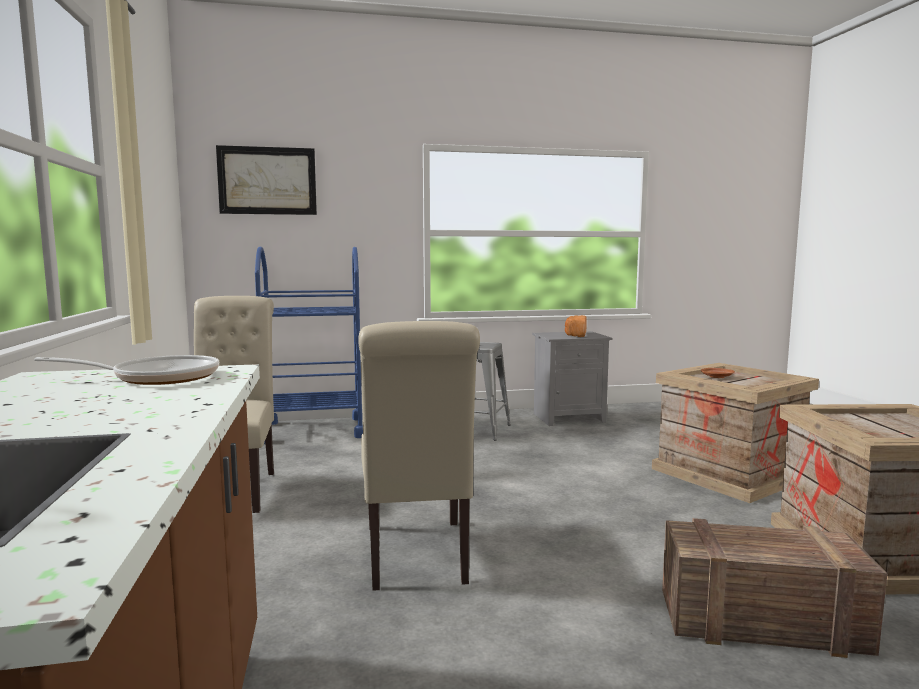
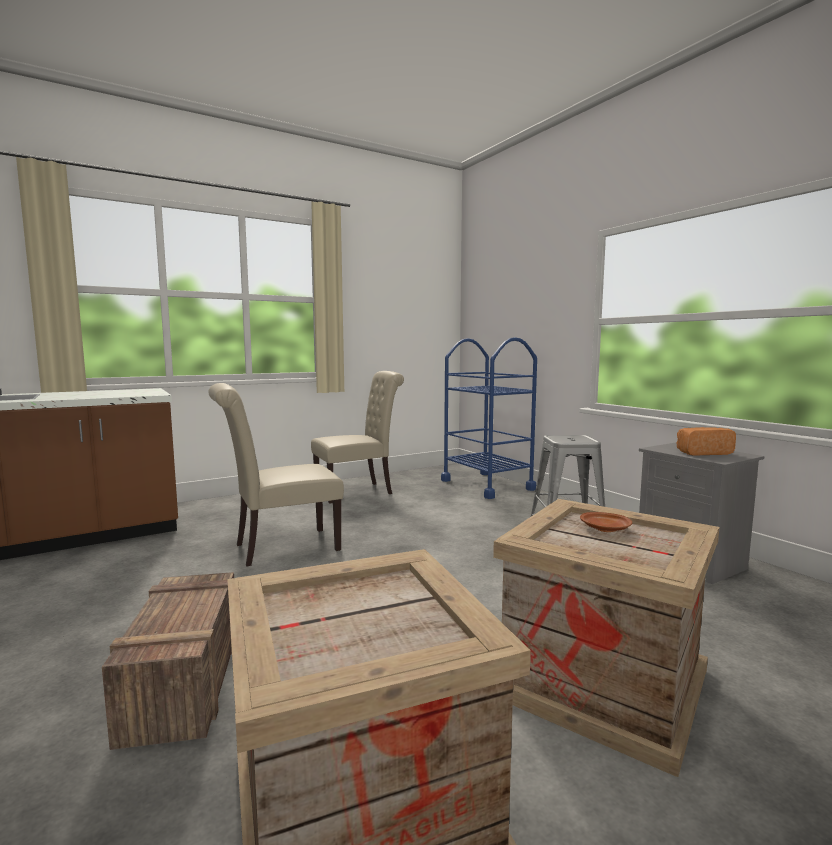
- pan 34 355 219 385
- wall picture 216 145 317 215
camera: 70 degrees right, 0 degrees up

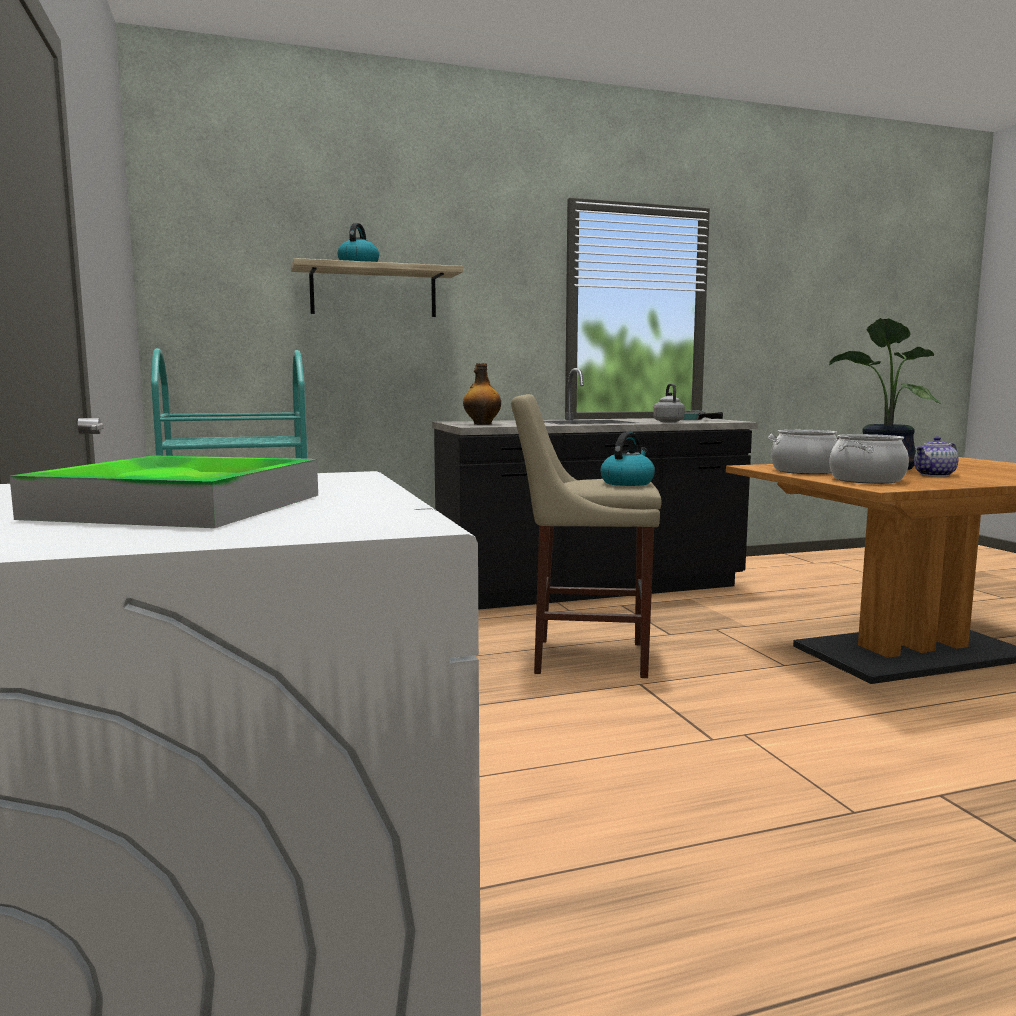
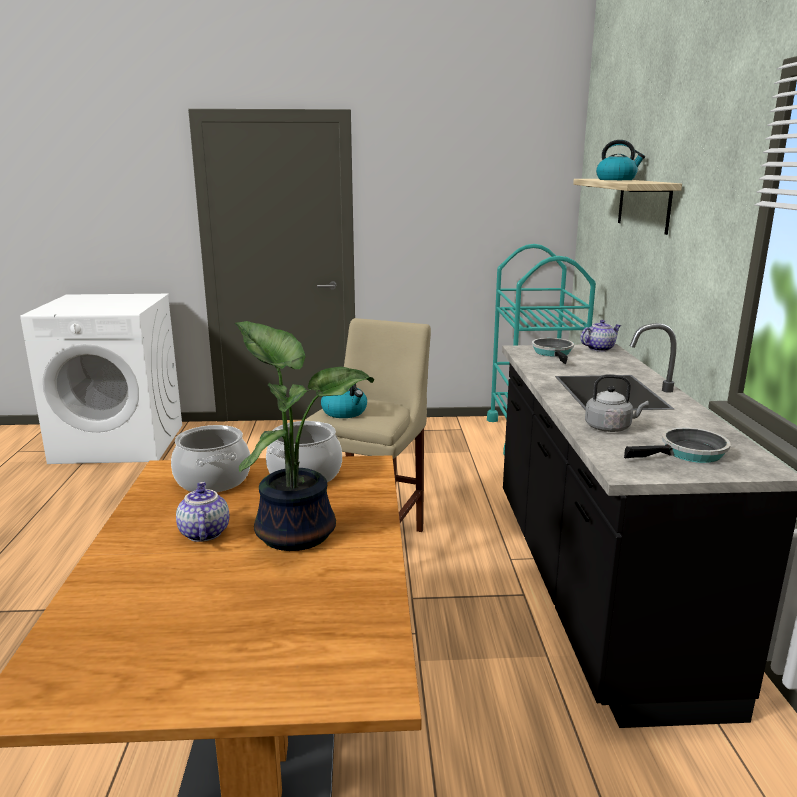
- serving tray 10 455 318 528
+ pot for tea 581 320 621 352
~ bottle 463 363 501 425 to pan 532 338 574 364
camera: 105 degrees right, 10 degrees up

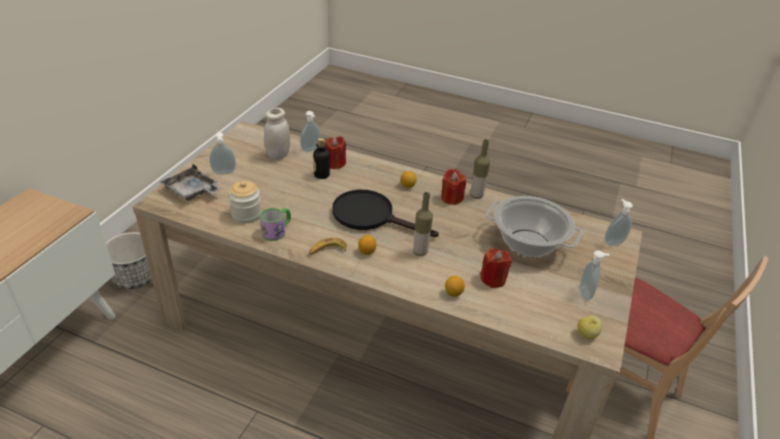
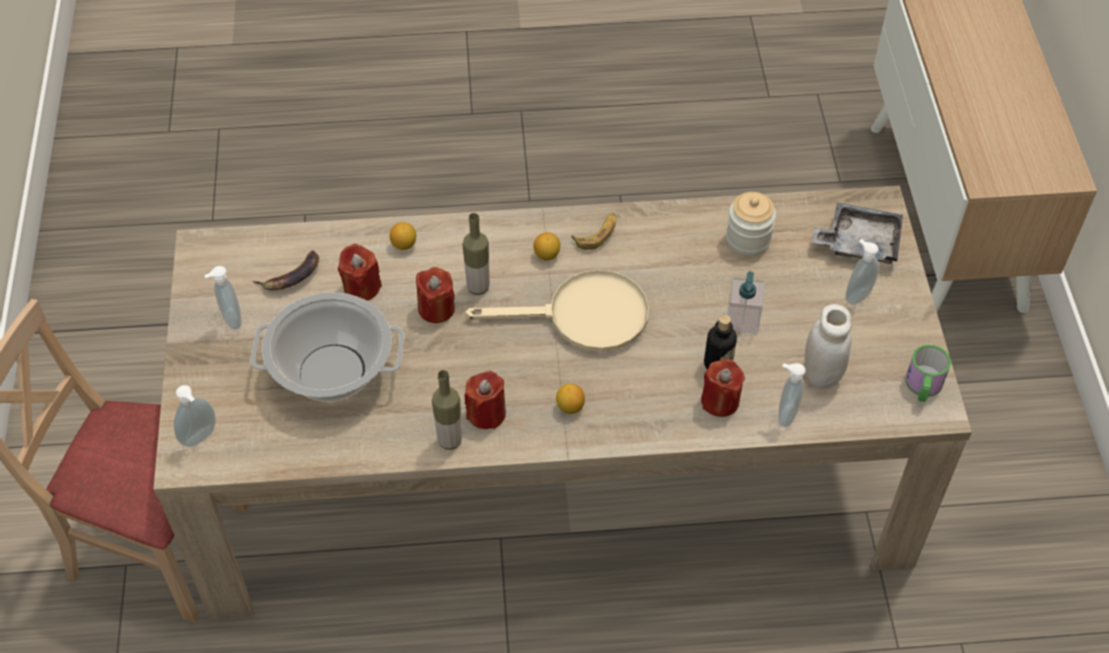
- plant pot 106 232 152 289
- apple fruit 577 316 602 339
+ banana 253 250 319 290
+ candle (red-coloured) 416 267 455 323
+ liquid soap bottle 727 271 765 334
~ tea mug 260 208 291 241 to 905 344 951 402
~ pan (black) 332 190 439 237 to pan (beige-coloured) 465 270 649 352
camera: 155 degrees right, 15 degrees up

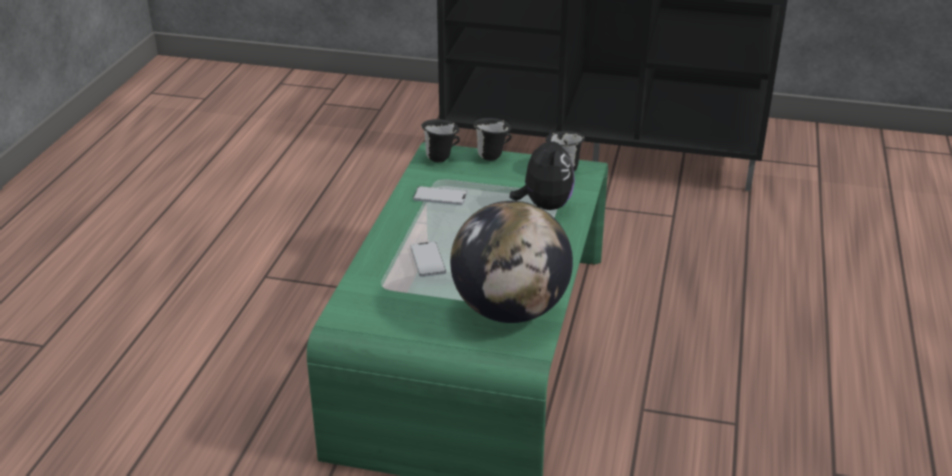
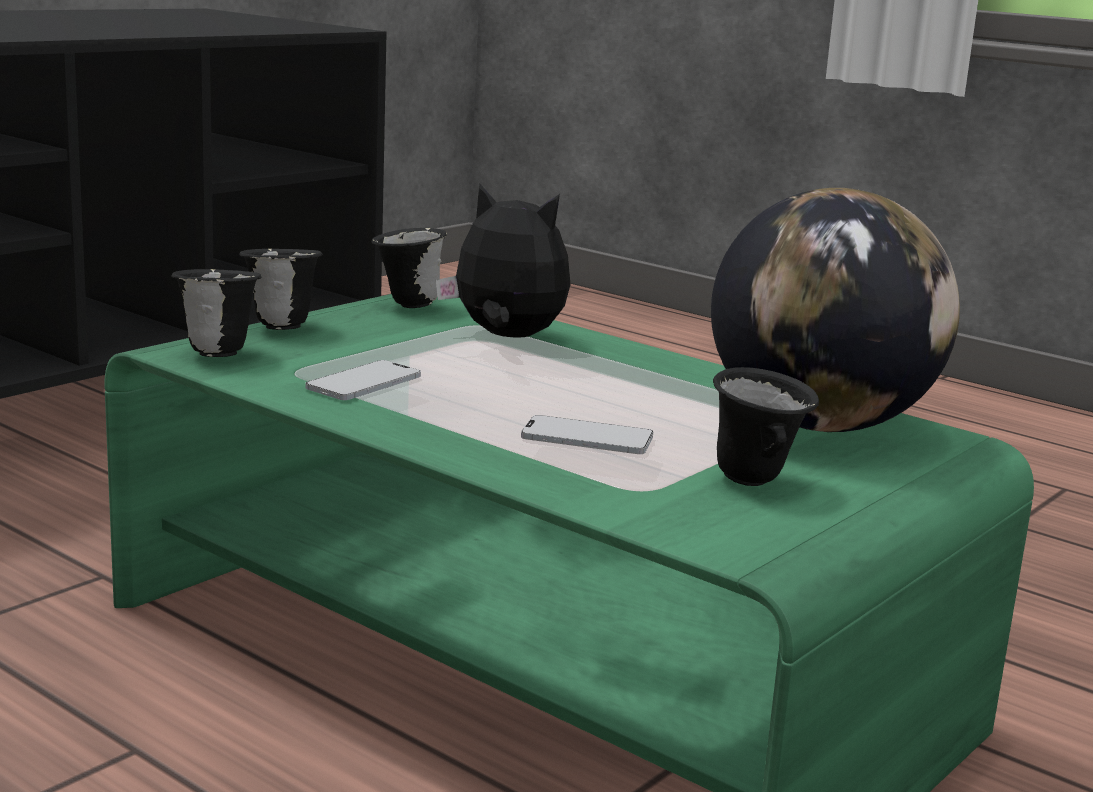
+ tea mug (black) 713 367 819 486
camera: 65 degrees left, 15 degrees down

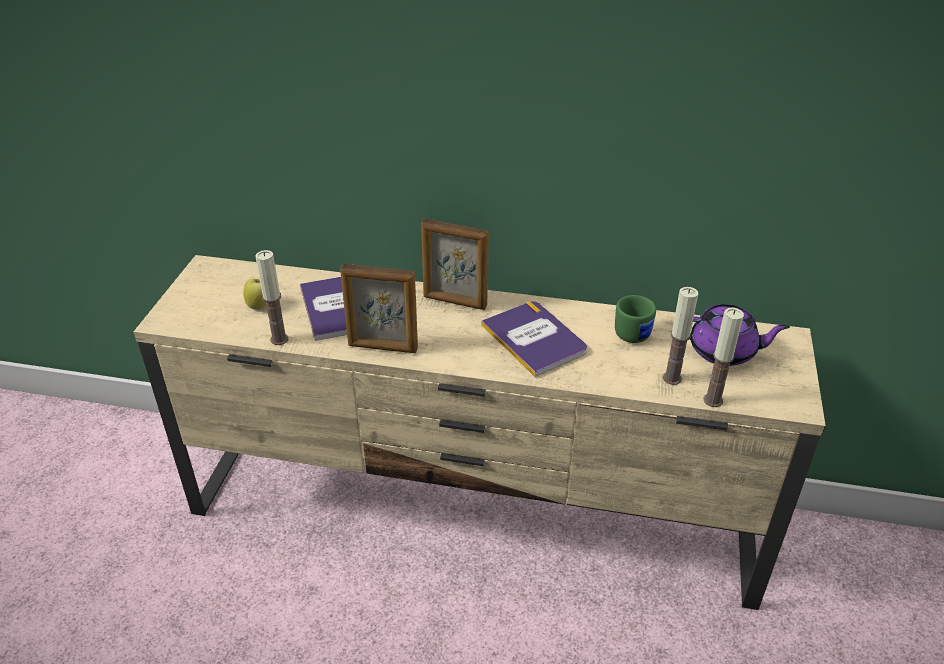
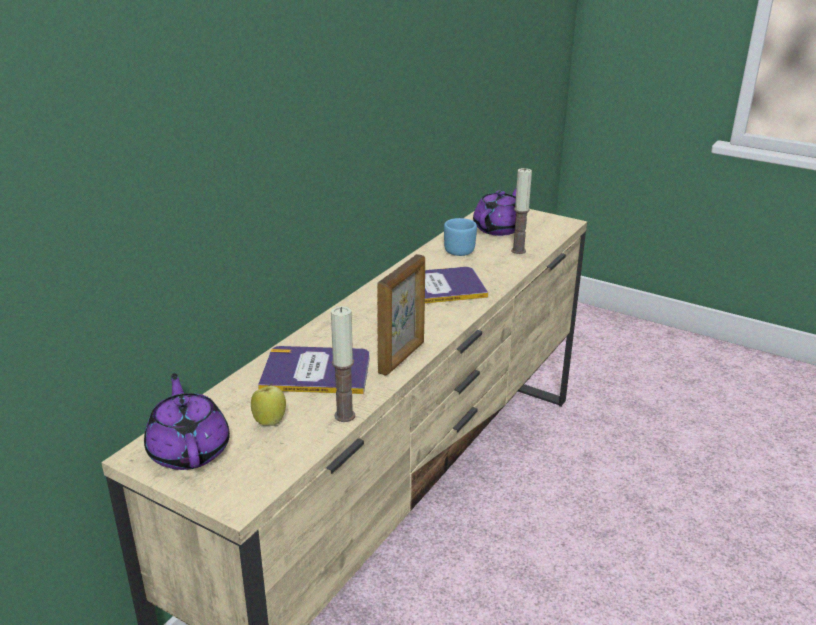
- standing frame 421 218 489 310
- candle 703 308 744 407
+ pot for tea (purplish) 144 373 230 470
~ tea mug (green-coloured) 615 295 656 343 to tea mug (blue) 444 218 477 256
camera: 70 degrees left, 10 degrees down

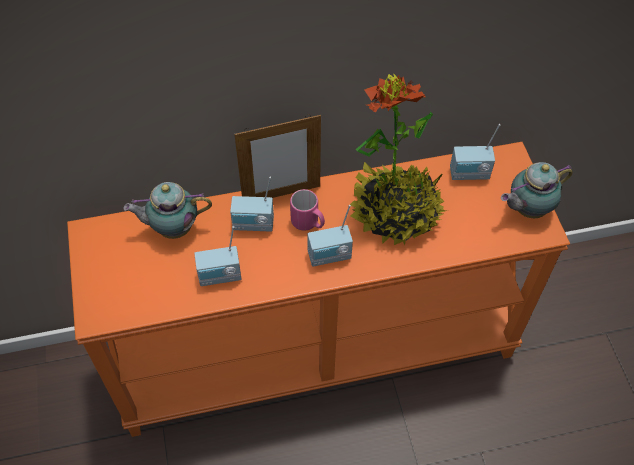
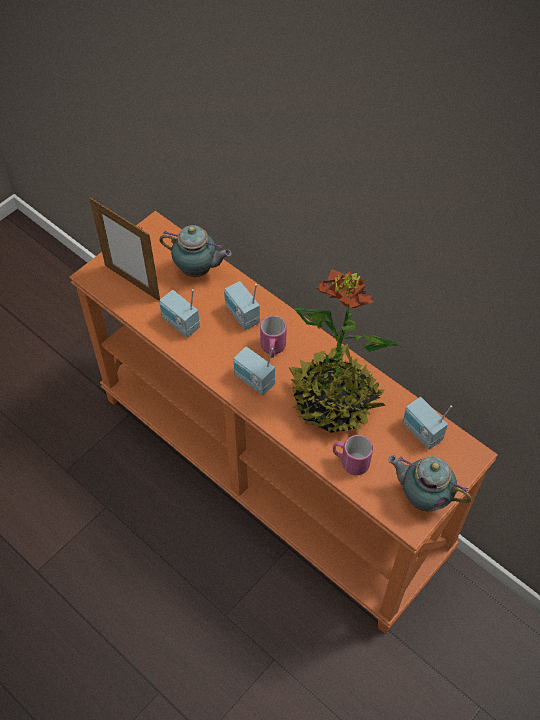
+ tea mug (pink-coloured) 333 435 373 475
~ standing frame 234 114 321 198 to 90 197 160 301
~ pot for tea 123 182 212 239 = 159 225 232 277 150 degrees clockwise
camera: 55 degrees right, 0 degrees up

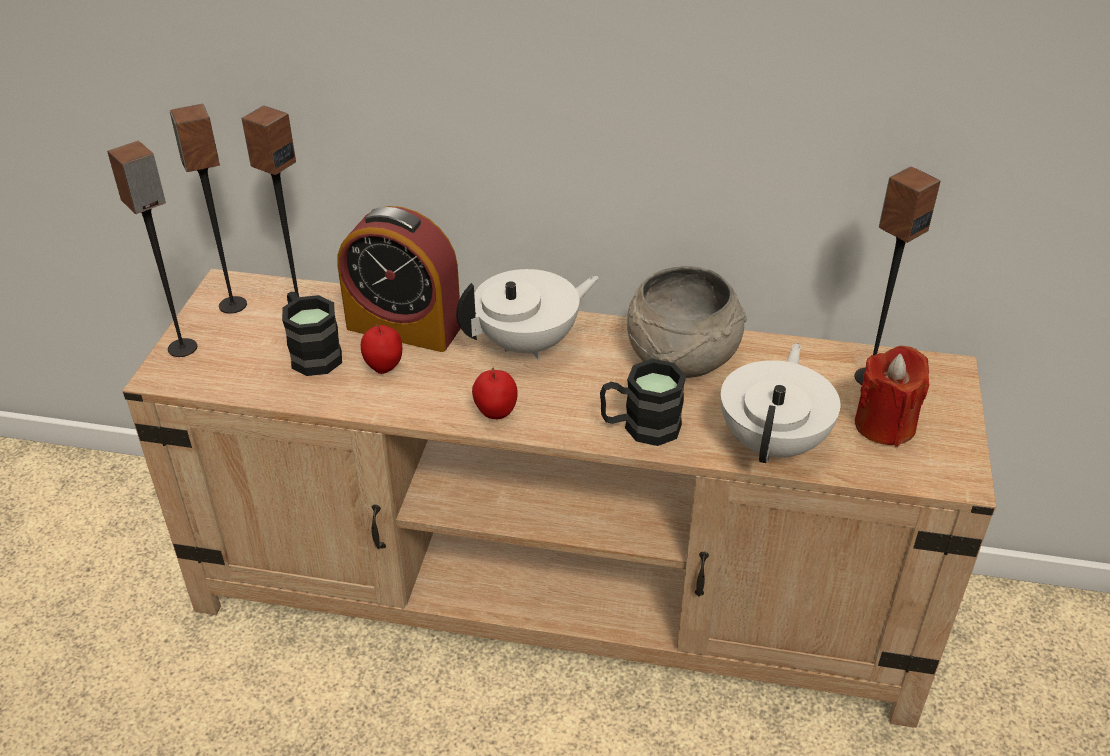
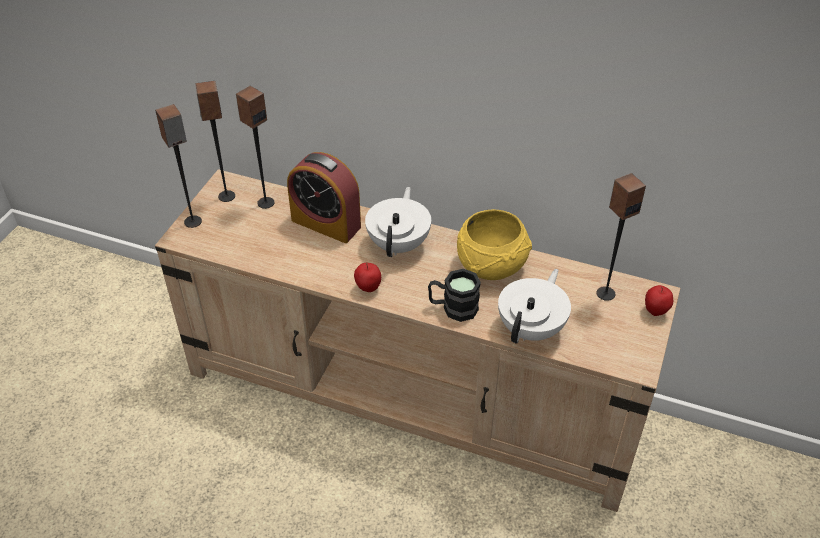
- tea mug (black) 282 292 342 376
- candle (red-coloured) 855 346 929 447
~ apple fruit 361 324 402 374 to 645 285 673 316
~ serving bowl (gray) 627 266 747 378 to serving bowl (yellowish) 457 209 532 280
~ pot for tea (white) 456 269 599 360 = 365 187 431 257 60 degrees counterclockwise
camera: 10 degrees right, 5 degrees up

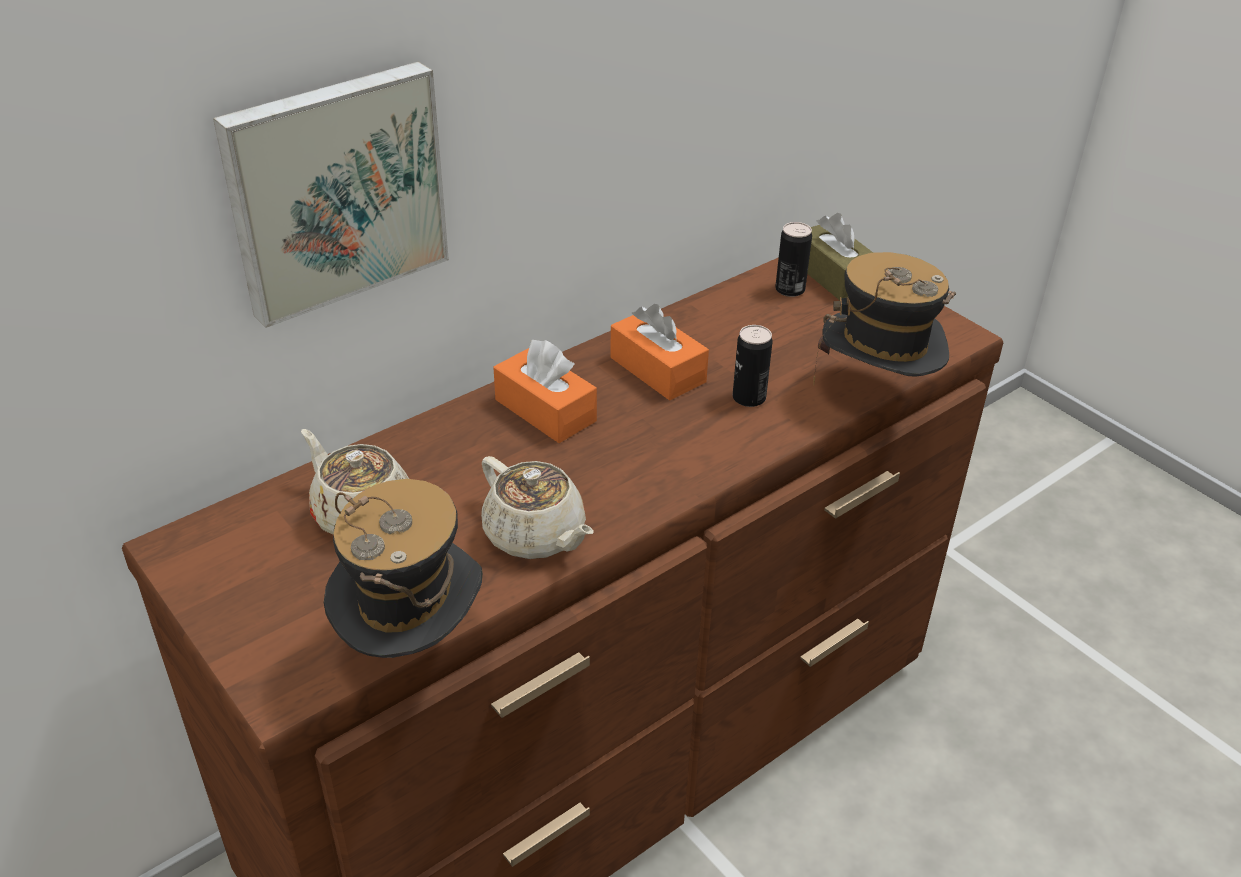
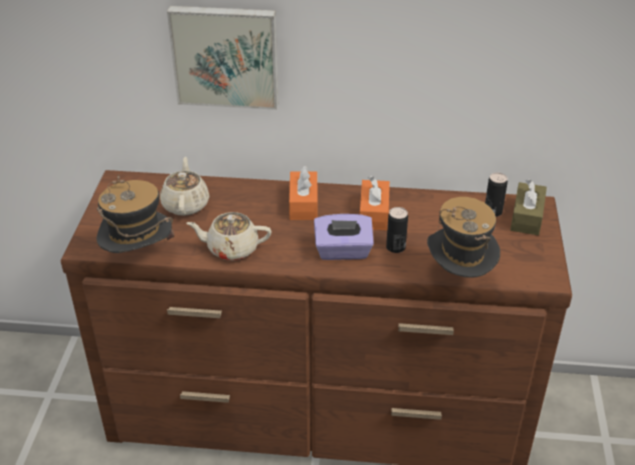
+ tissue box (purplish) 314 214 374 260
~ pot for tea (beige-coloured) 481 456 594 559 = 186 212 272 261 90 degrees clockwise
camera: 45 degrees right, 0 degrees up

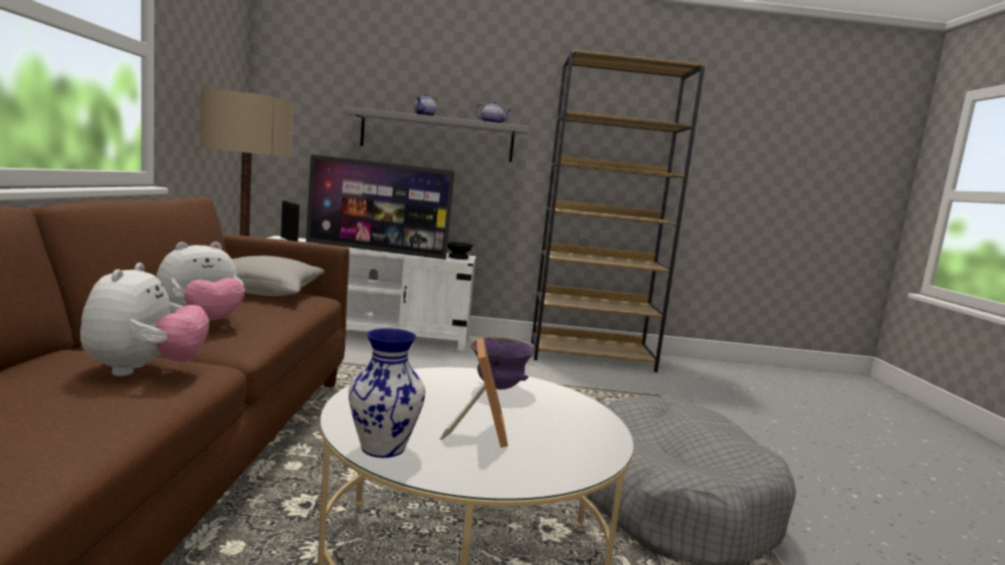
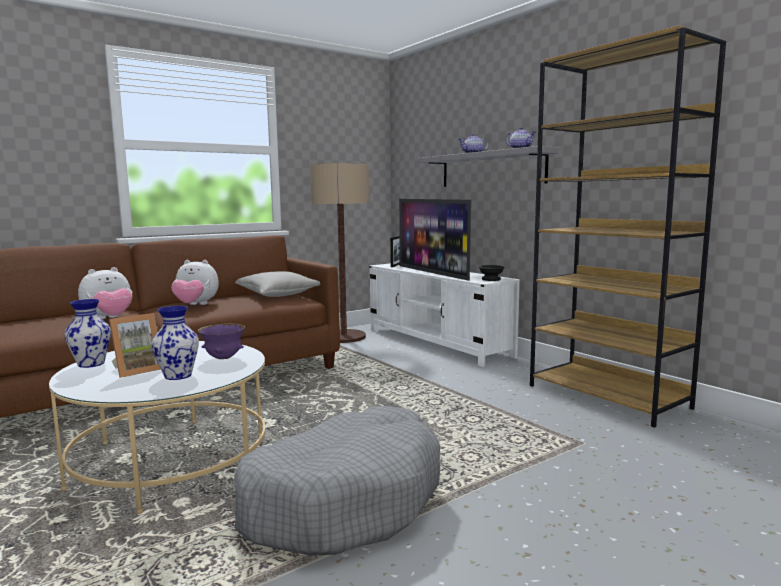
+ vase 152 306 199 380
camera: 55 degrees right, 0 degrees up

